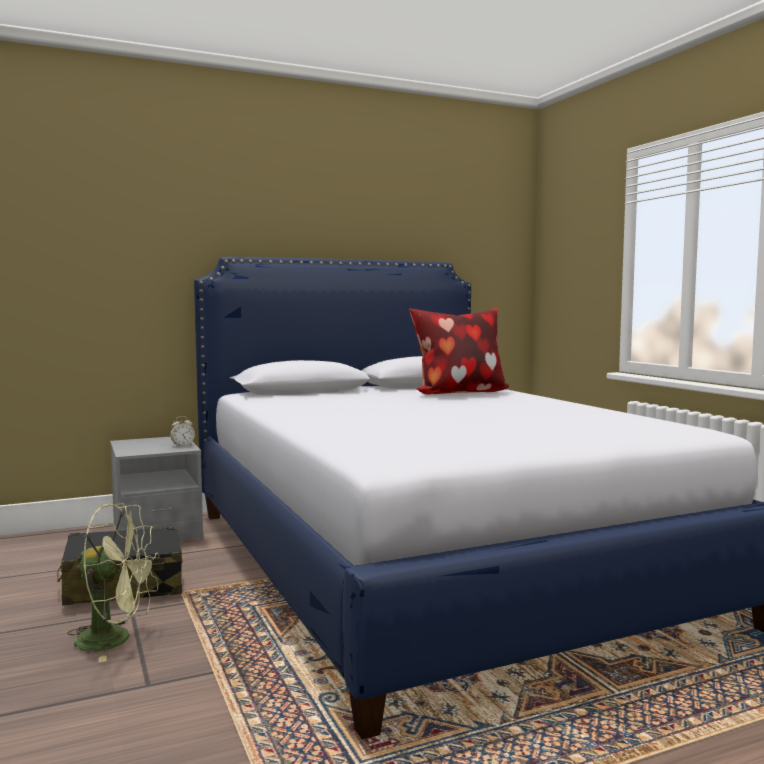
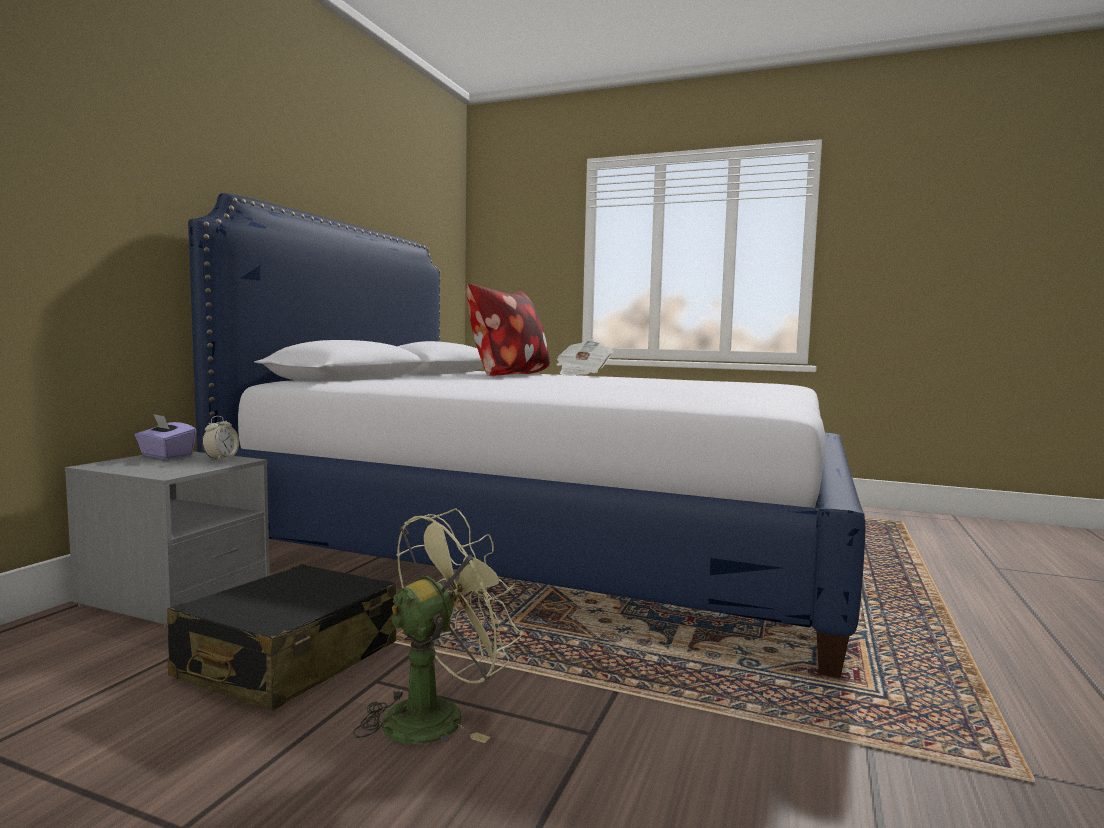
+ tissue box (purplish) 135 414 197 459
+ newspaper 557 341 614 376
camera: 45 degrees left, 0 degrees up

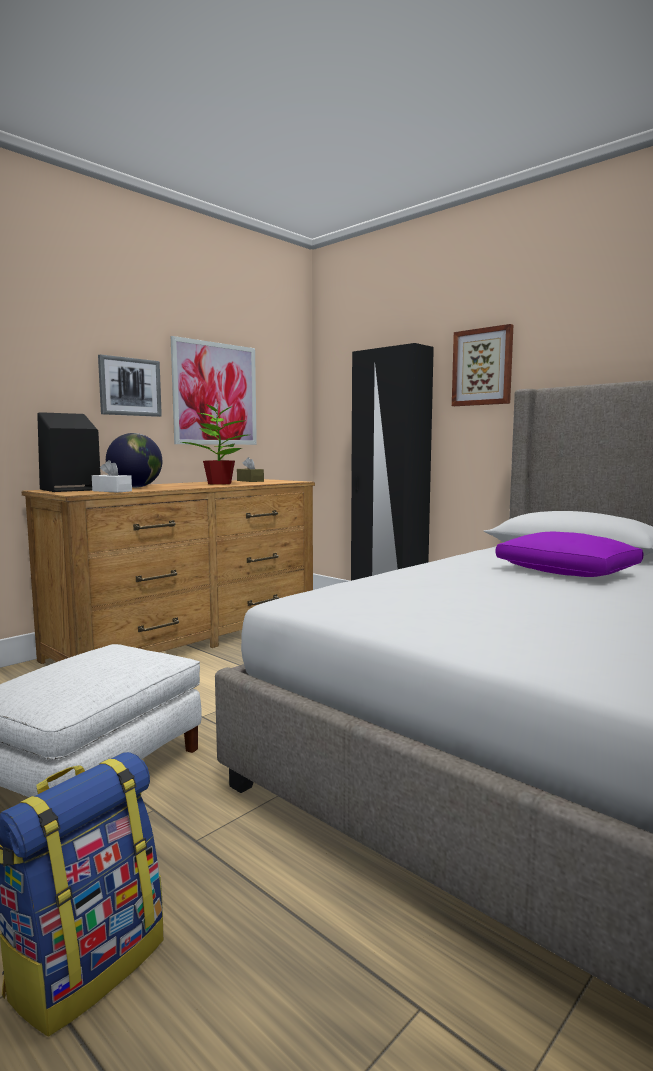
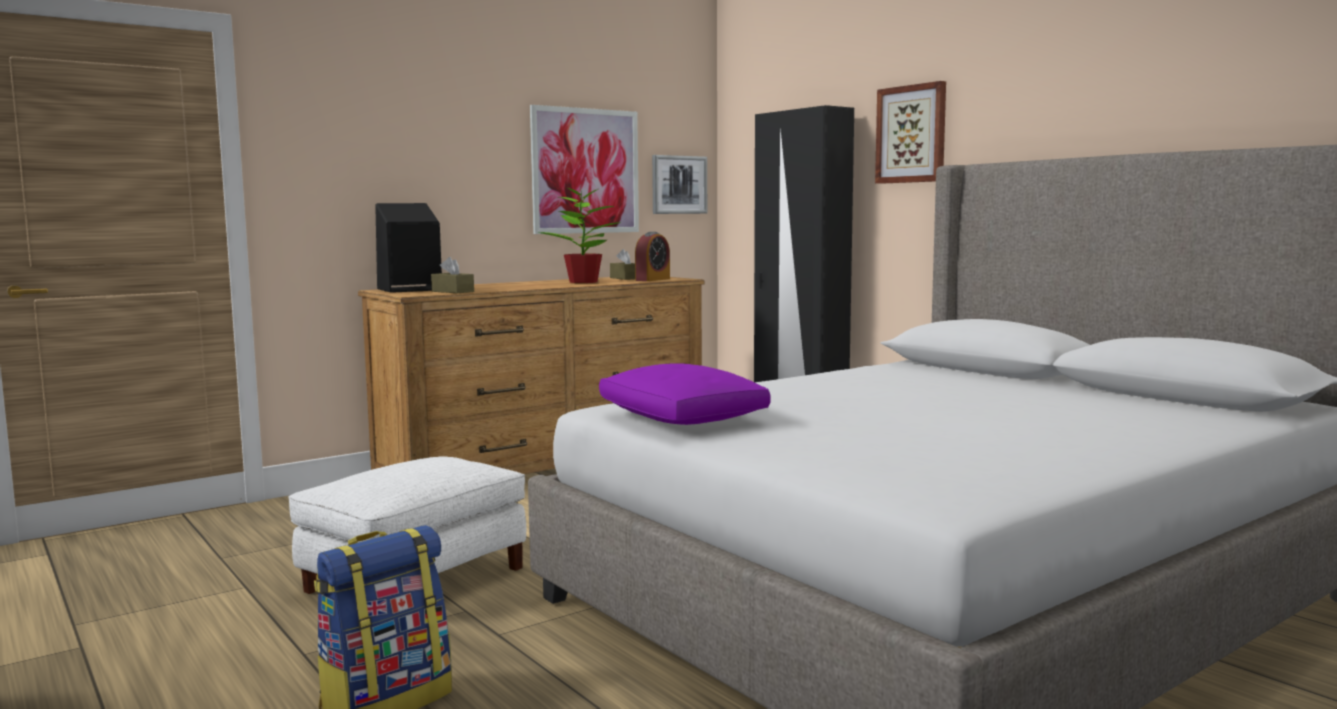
- globe 106 433 162 488
+ bedside clock 635 232 670 281
~ wall picture 98 354 162 417 to 652 155 707 214
~ pillow (purplish) 496 532 644 577 to 599 363 771 425
~ tissue box (white) 92 460 132 493 to tissue box (brown-coloured) 431 257 474 293
camera: 10 degrees right, 0 degrees up

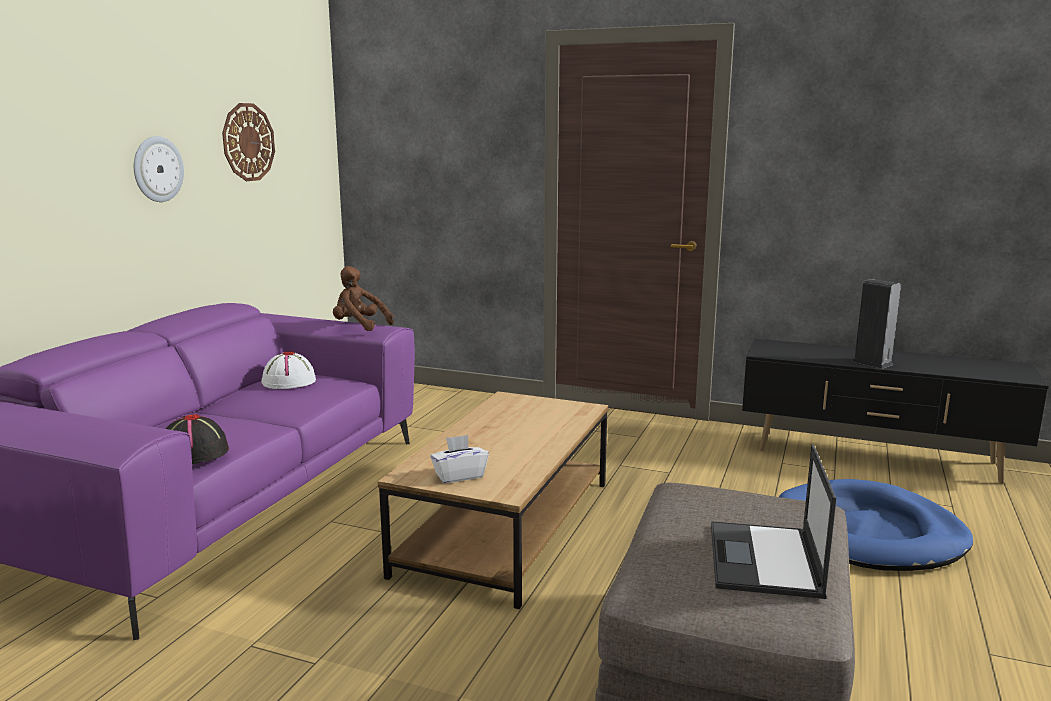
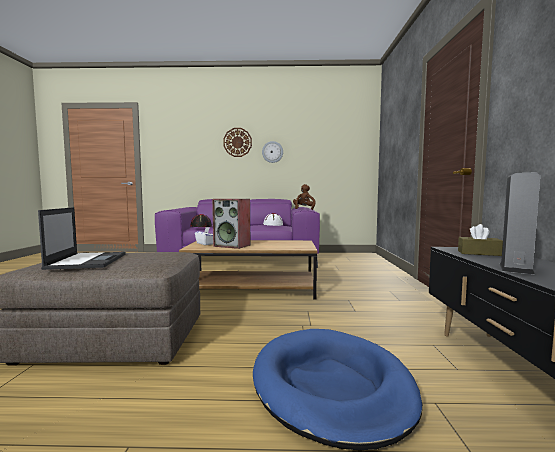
+ speaker 212 199 250 249
+ tissue box (brown-coloured) 458 224 503 256
~ wall clock 222 103 275 181 to 223 128 252 157
~ laptop 711 444 836 599 = 38 207 126 270 90 degrees clockwise
camera: 70 degrees right, 10 degrees down

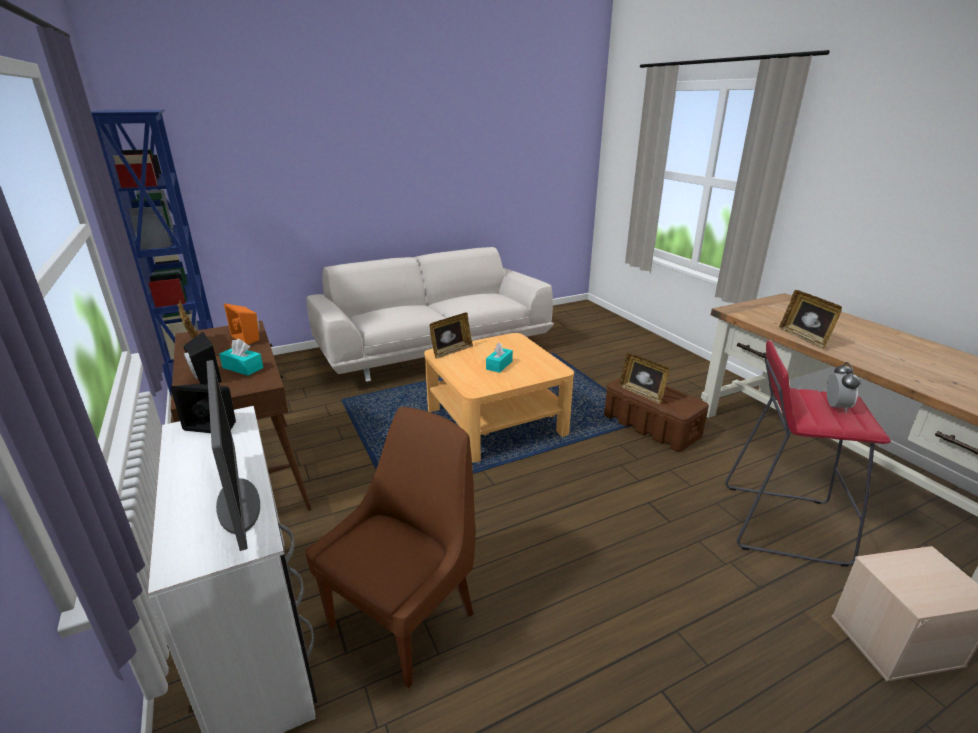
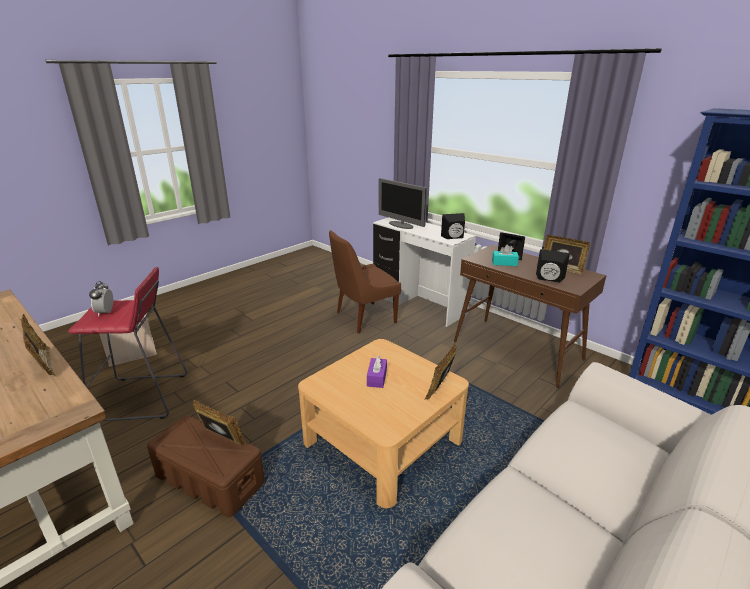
~ speaker (orangey) 224 303 259 345 to speaker (black) 536 249 570 283
~ tissue box (blue-green) 486 343 513 373 to tissue box (purplish) 367 355 387 388
~ plain chair (brown-coloured) 305 407 475 688 = 329 230 401 334 45 degrees clockwise
camera: 160 degrees right, 0 degrees up

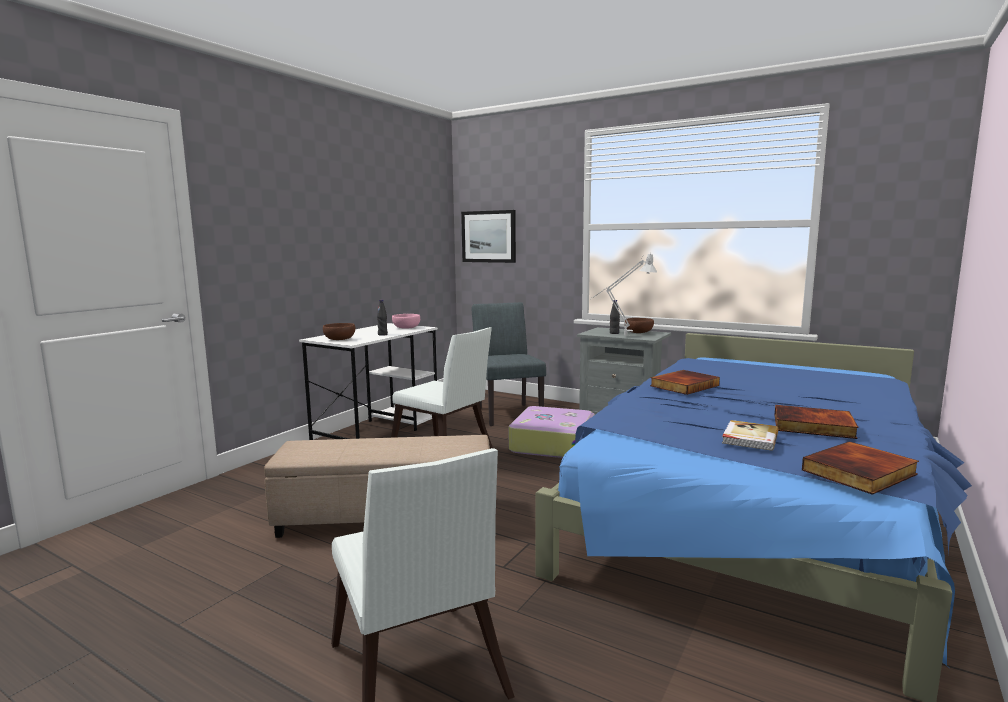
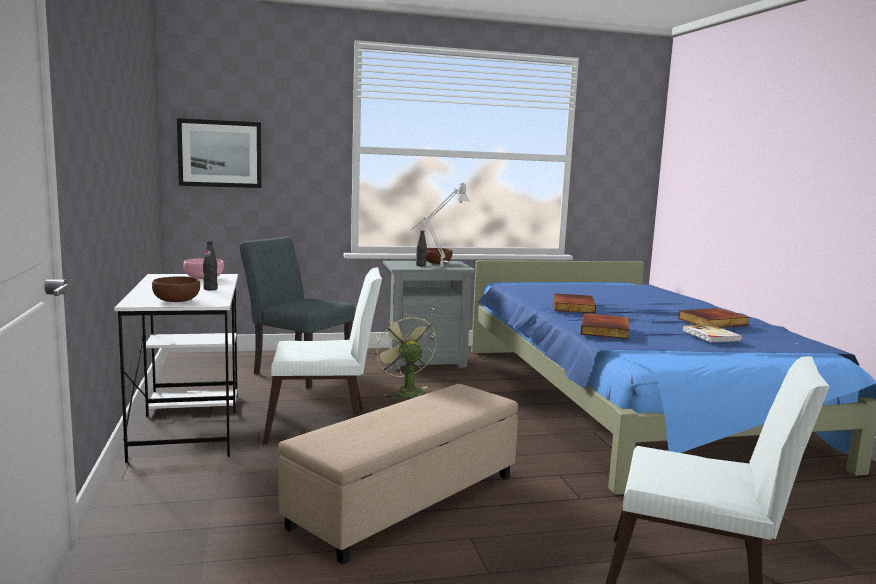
~ book 802 441 919 495 to 581 313 629 339
~ piece of luggage 509 406 595 458 to fan (green-coloured) 374 313 437 400
camera: 45 degrees left, 0 degrees up

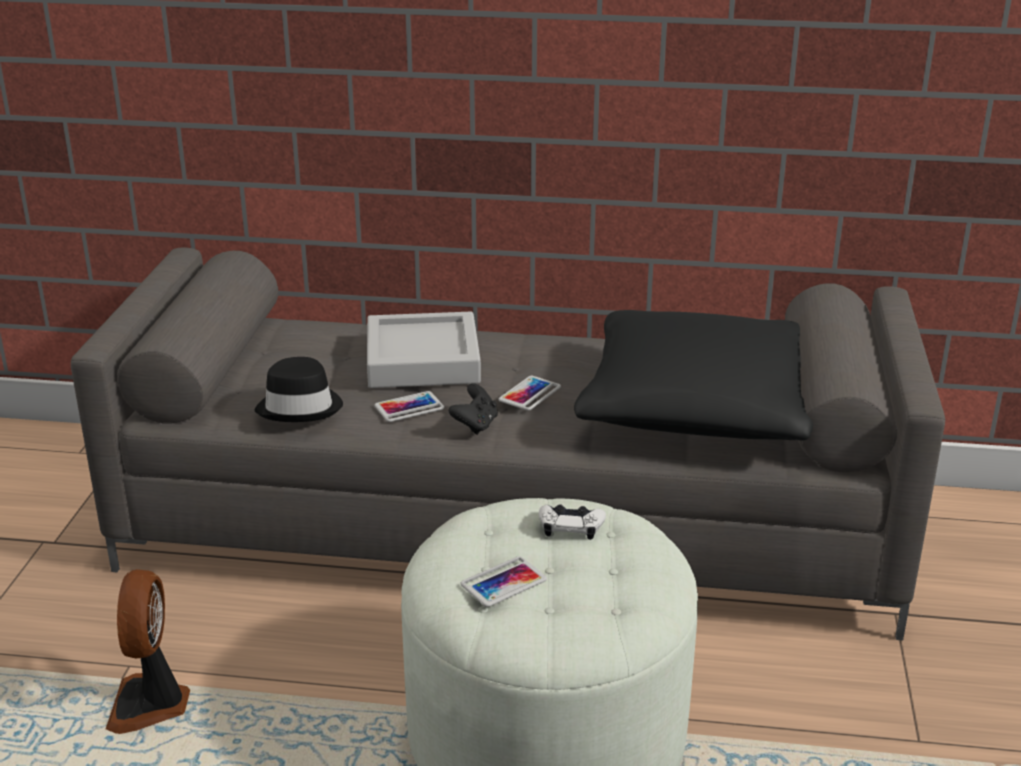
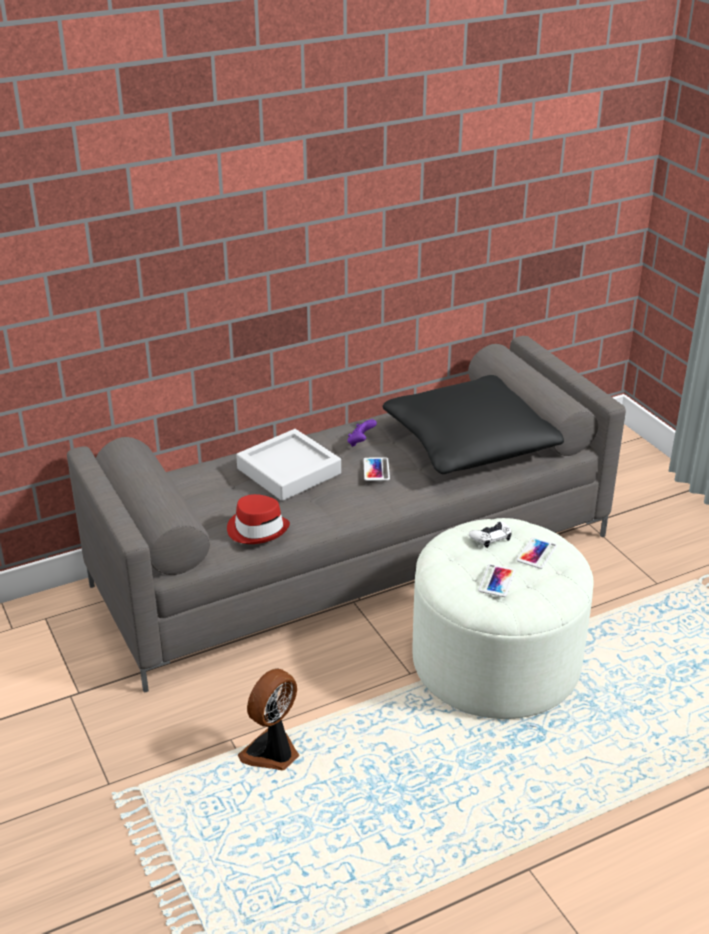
- game controller (black) 449 383 498 435
+ game controller (purplish) 347 419 377 447
~ phone 374 391 444 422 to 516 537 557 569
~ clothing hat (black) 255 357 343 422 to clothing hat (red-coloured) 227 494 290 544
~ fan 106 569 190 734 = 238 668 299 770 75 degrees clockwise
camera: 35 degrees left, 5 degrees up

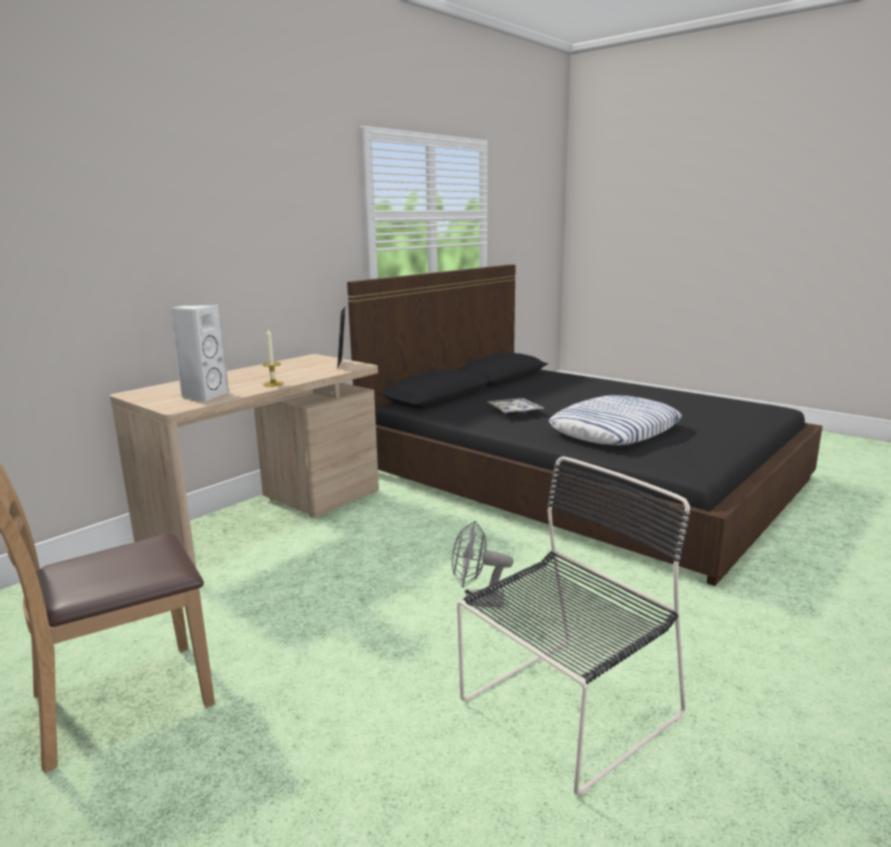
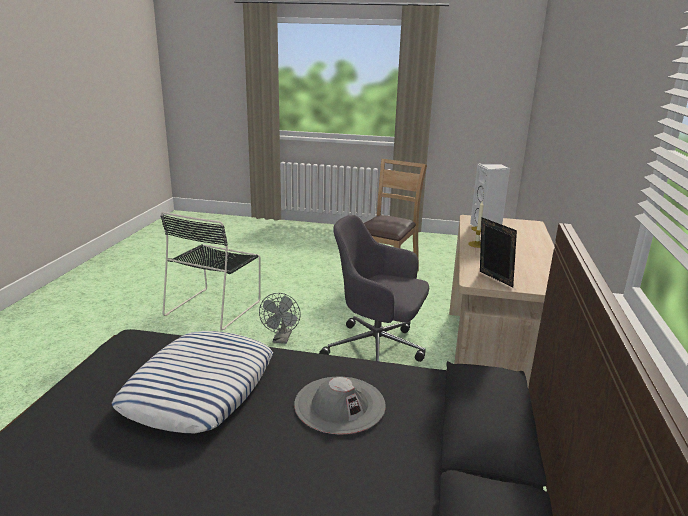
+ office chair (gray) 319 215 429 362
~ serving tray 487 398 545 413 to clothing hat (gray) 294 376 386 434
~ fan (gray) 452 521 513 607 = 259 293 301 344 120 degrees clockwise
camera: 150 degrees right, 5 degrees up

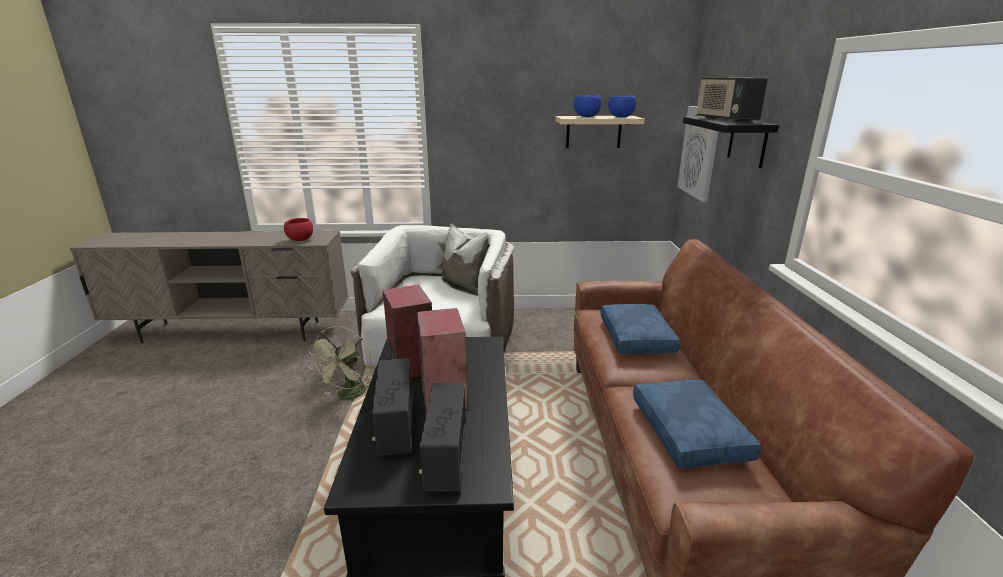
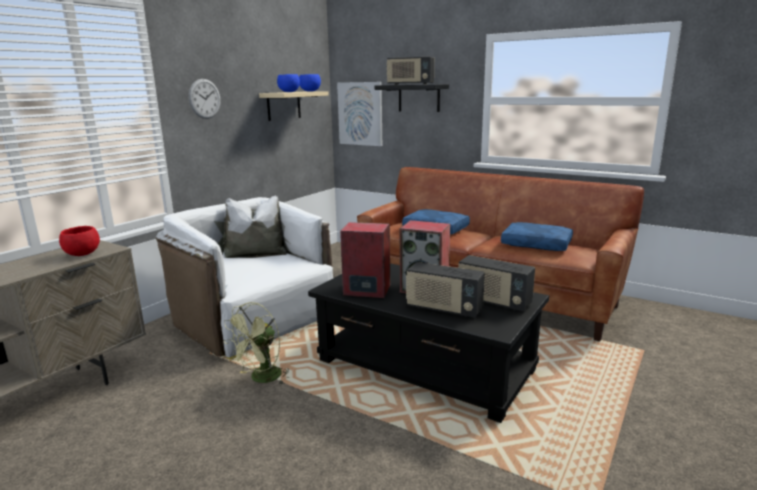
+ wall clock 189 79 220 119
~ fan (green-coloured) 307 326 371 399 = 223 302 289 385 75 degrees clockwise
camera: 55 degrees left, 5 degrees down

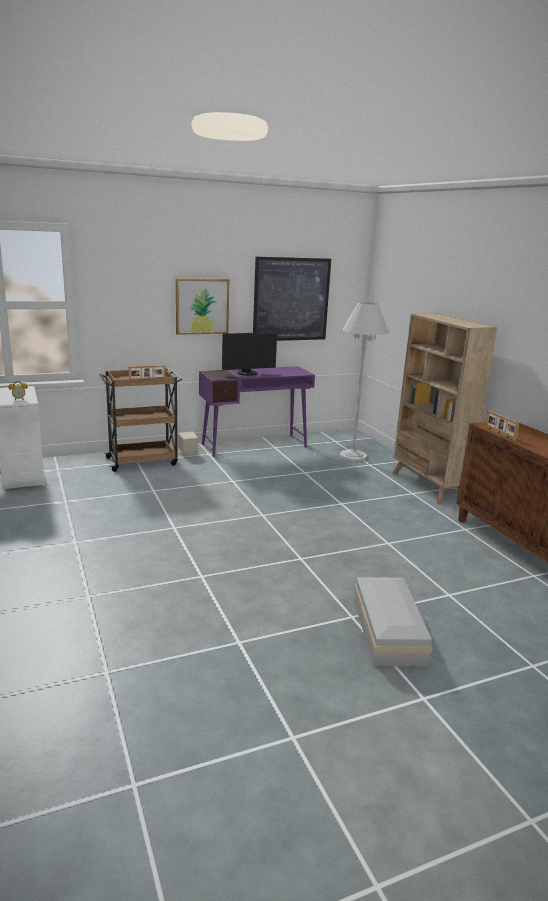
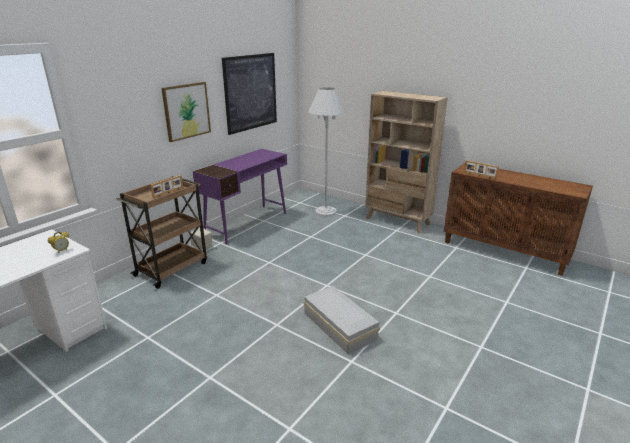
- computer screen 222 332 277 376
~ storage container (white) 354 577 432 666 to 303 286 380 354
camera: 30 degrees left, 5 degrees up

